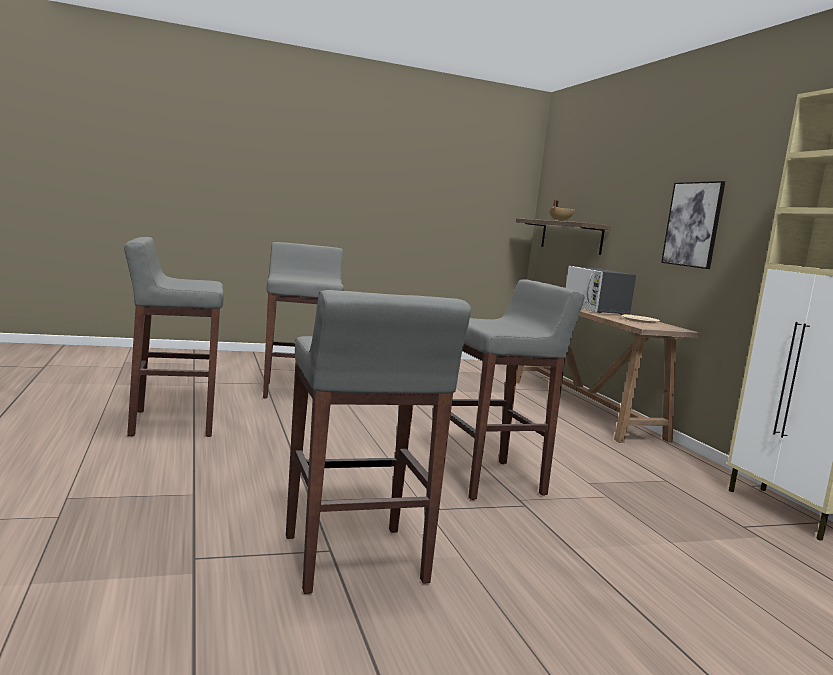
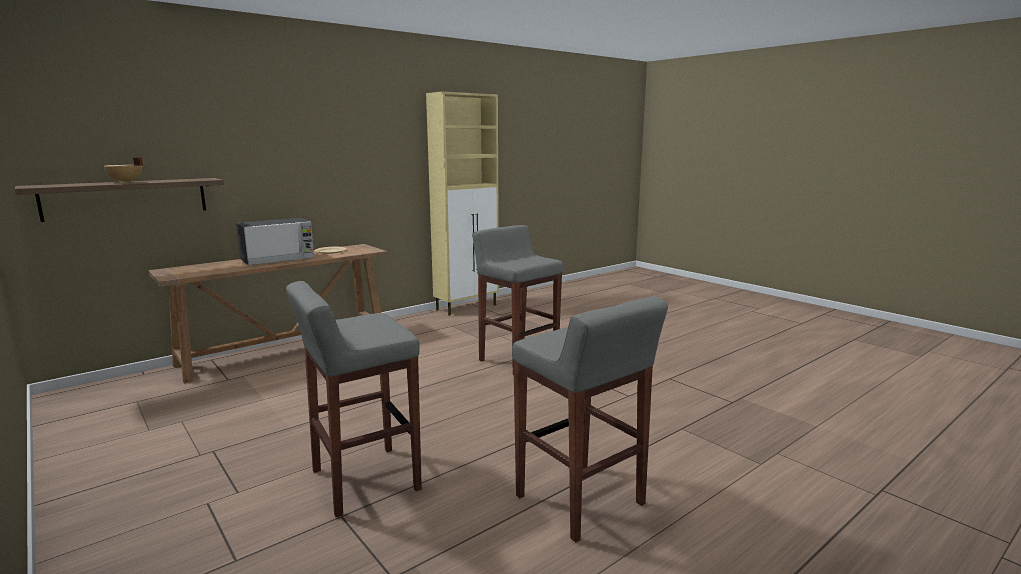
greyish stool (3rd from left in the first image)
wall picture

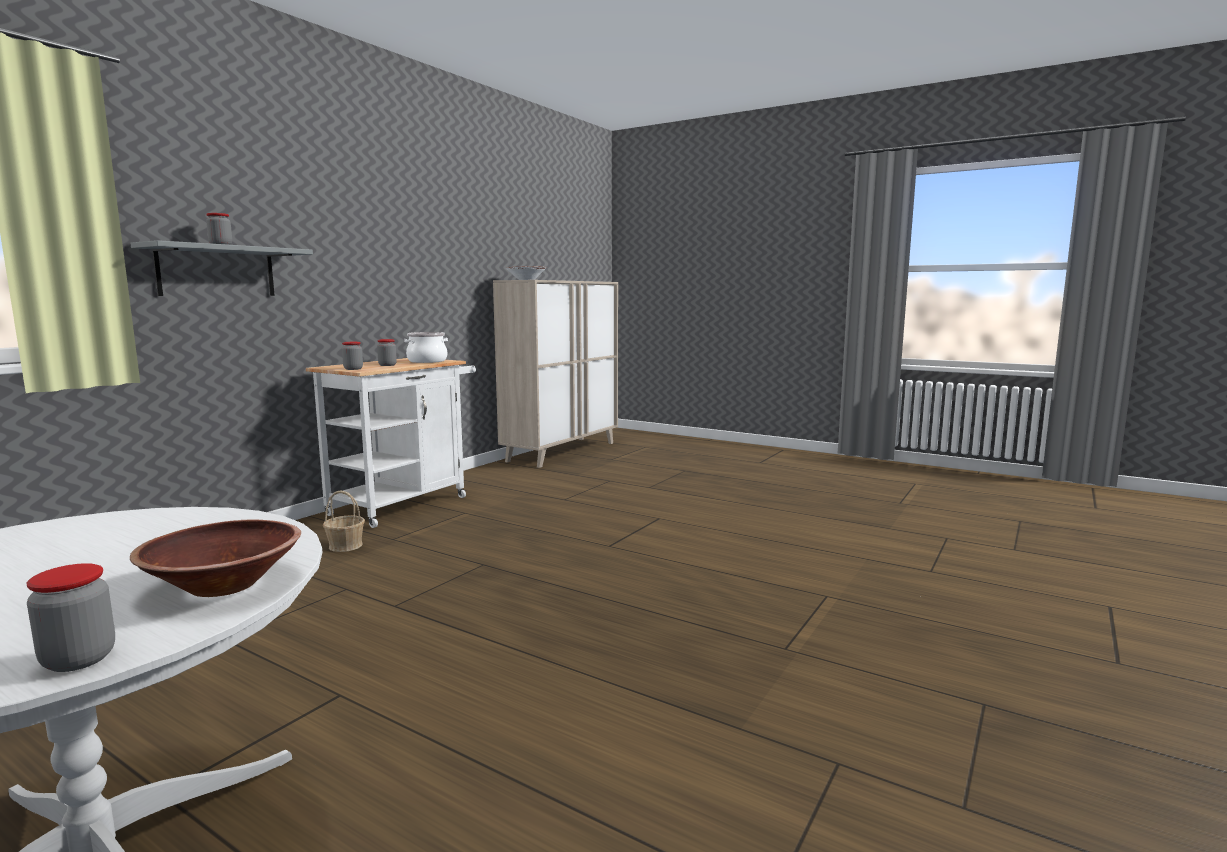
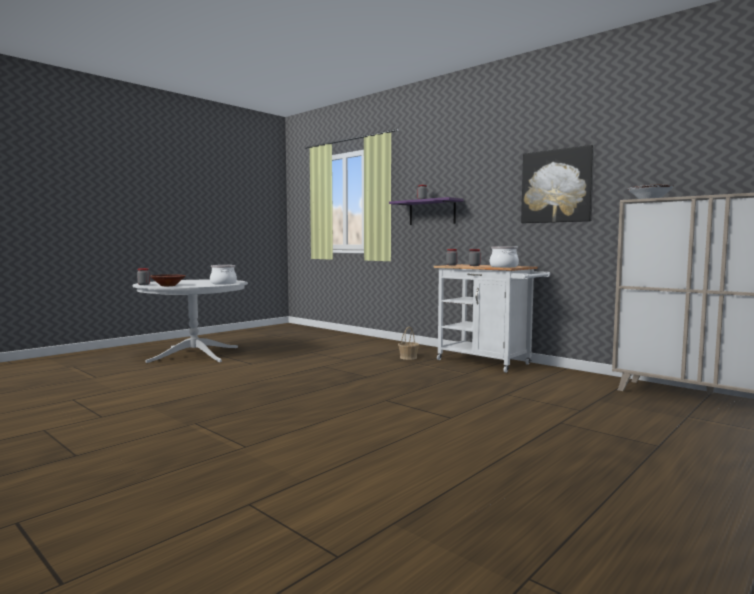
purple-coloured shelf
cooking pot (1st from left)
wall picture

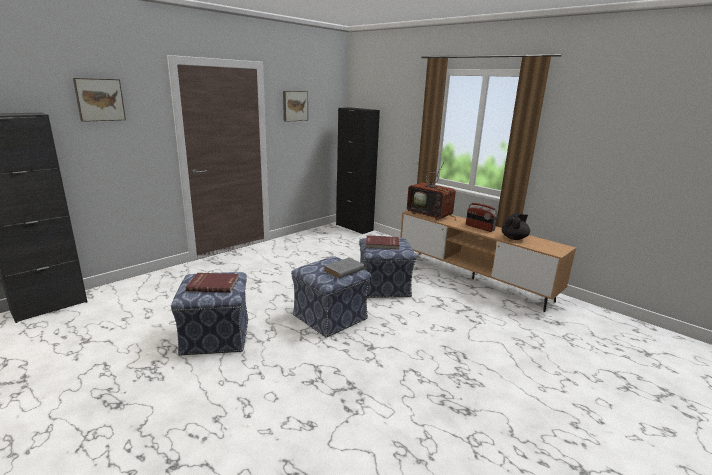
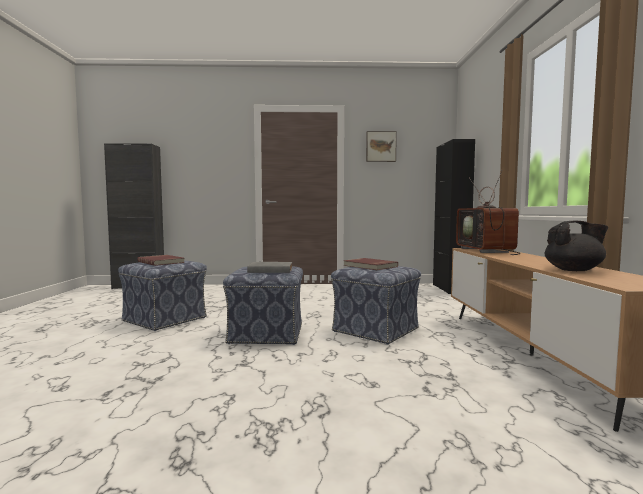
wall picture (1st from left in the first image)
radio

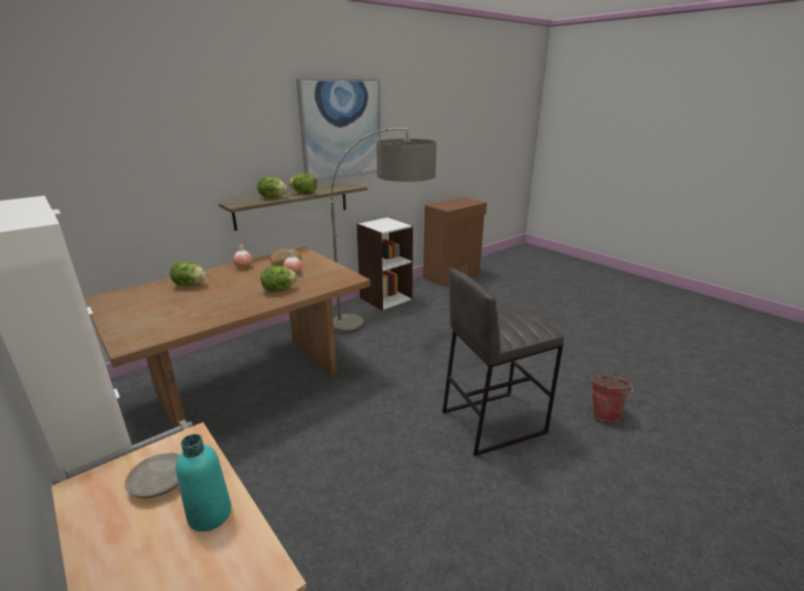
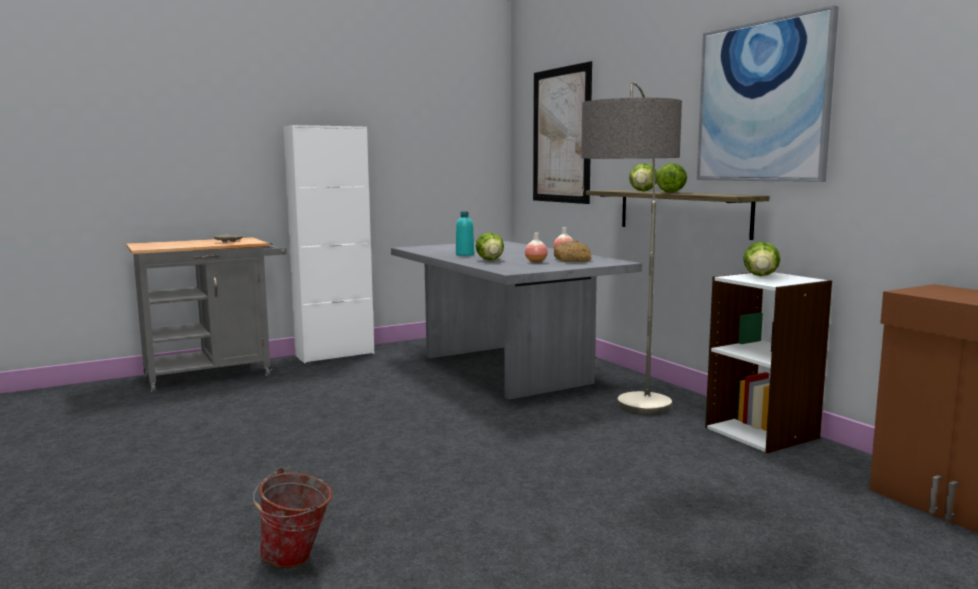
greyish dining table
head of lettuce (4th from left)
turquoise-coloured drink bottle
greyish stool
wall picture (1st from left)

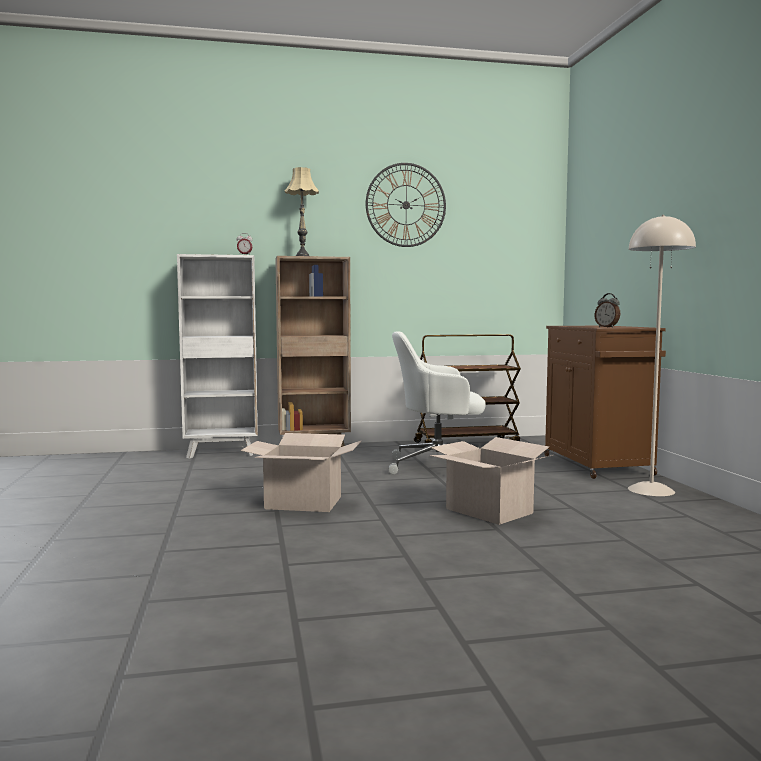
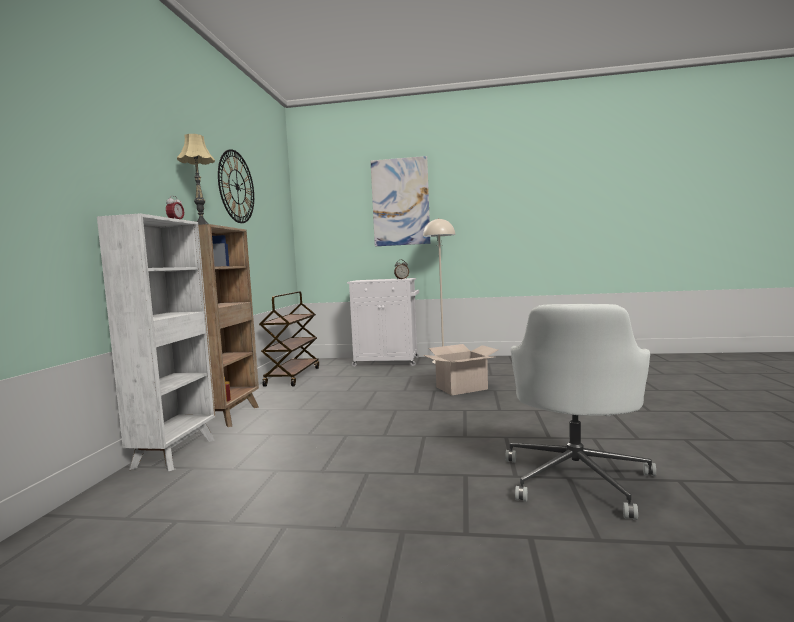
cardboard box (1st from left in the first image)
white office chair
white cabinet
wall picture

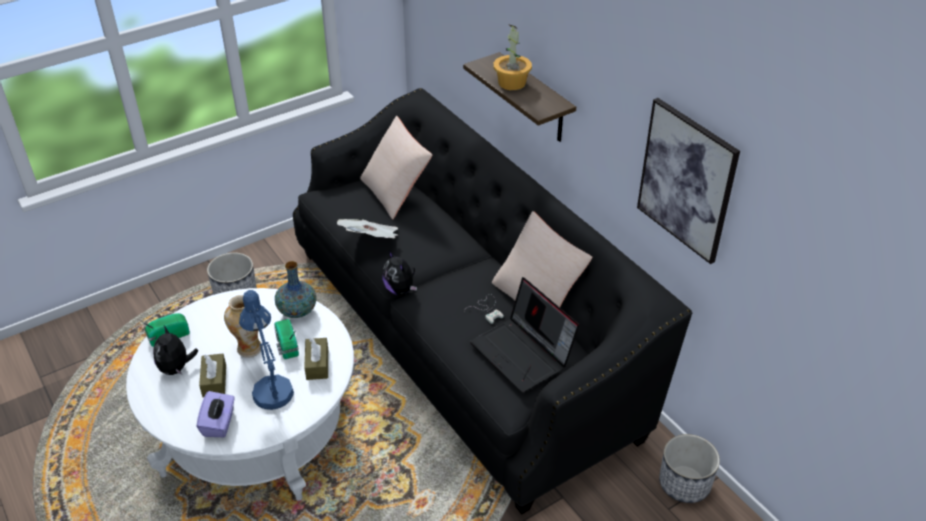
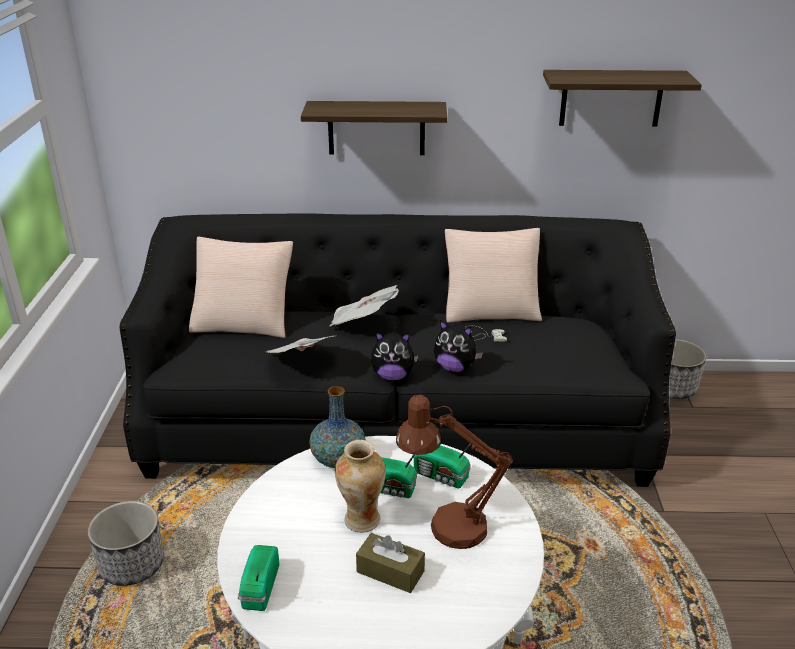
plush toy (2nd from left)
purple-coloured box of tissues
brownish lamp for a table
radio (3rd from left)
notebook computer
plant in a pot
shelf (2nd from left)
printed paper (2nd from left)

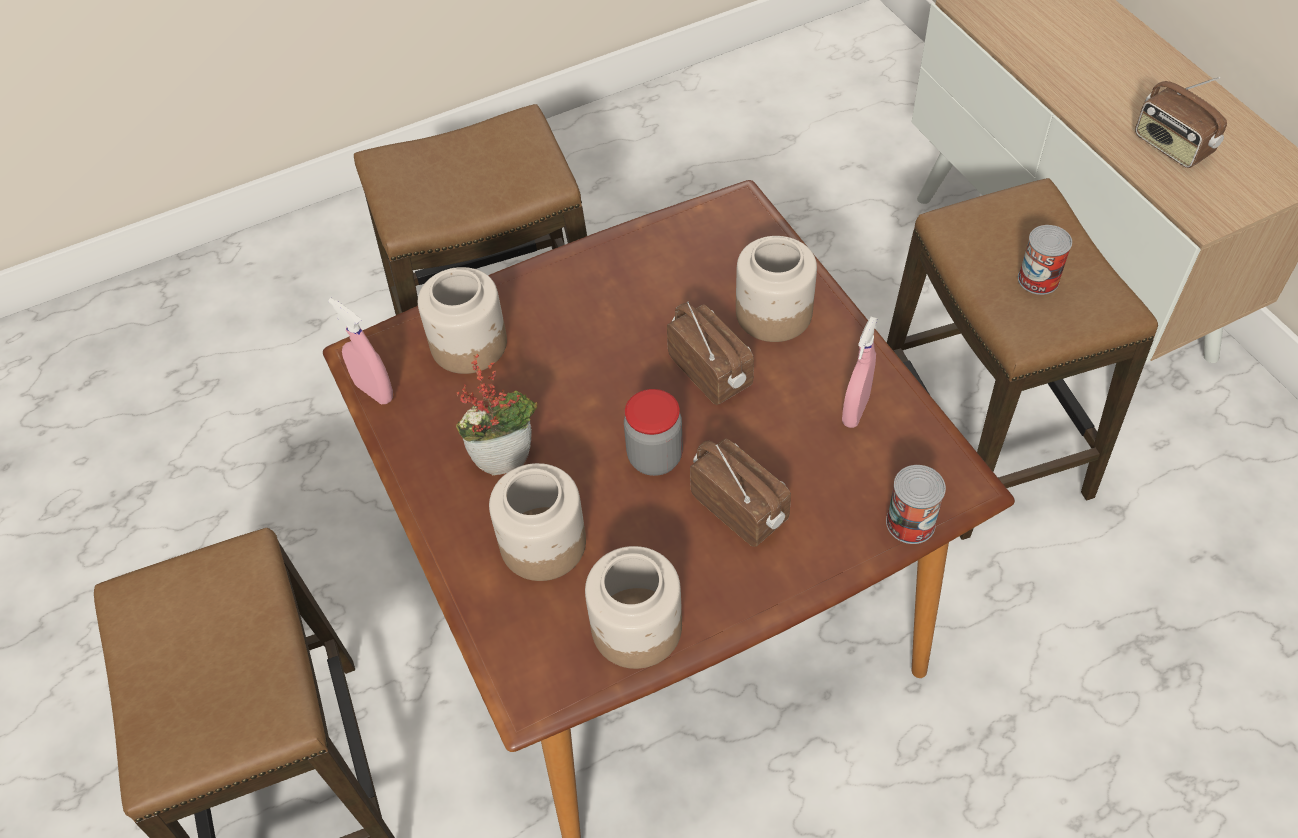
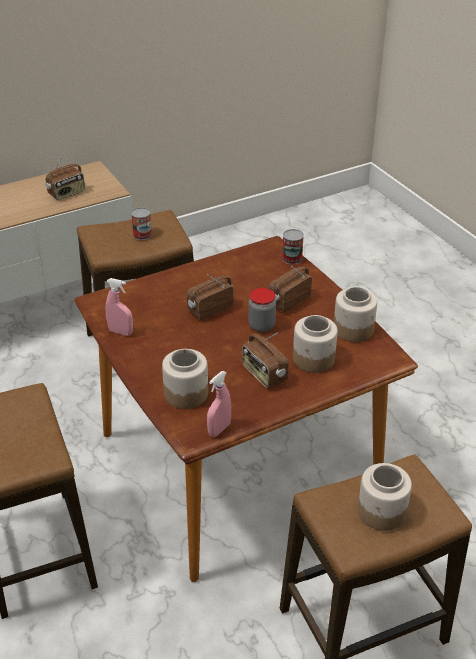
radio (3rd from left)
jar (5th from left)
pinkish sprayer (1st from left)

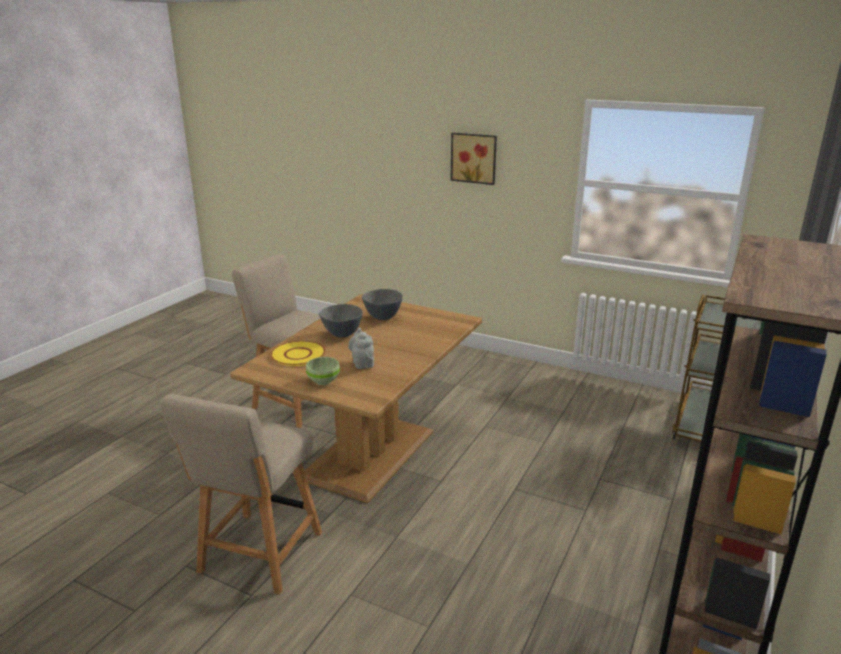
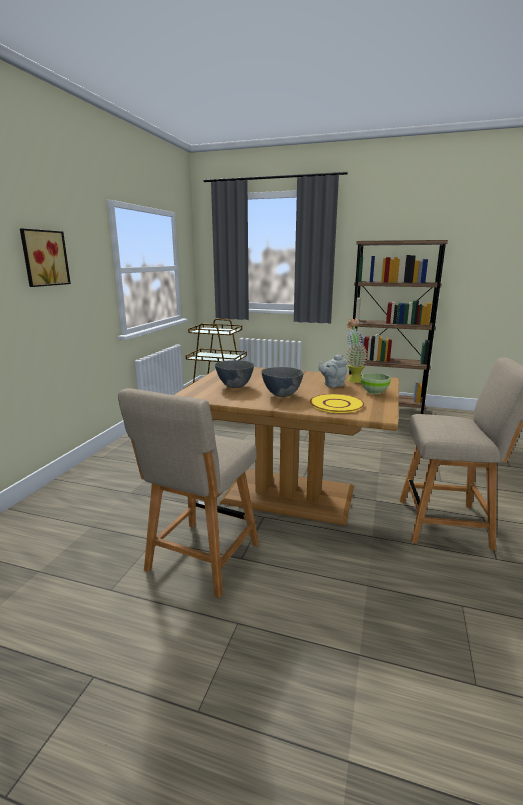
plant in a pot

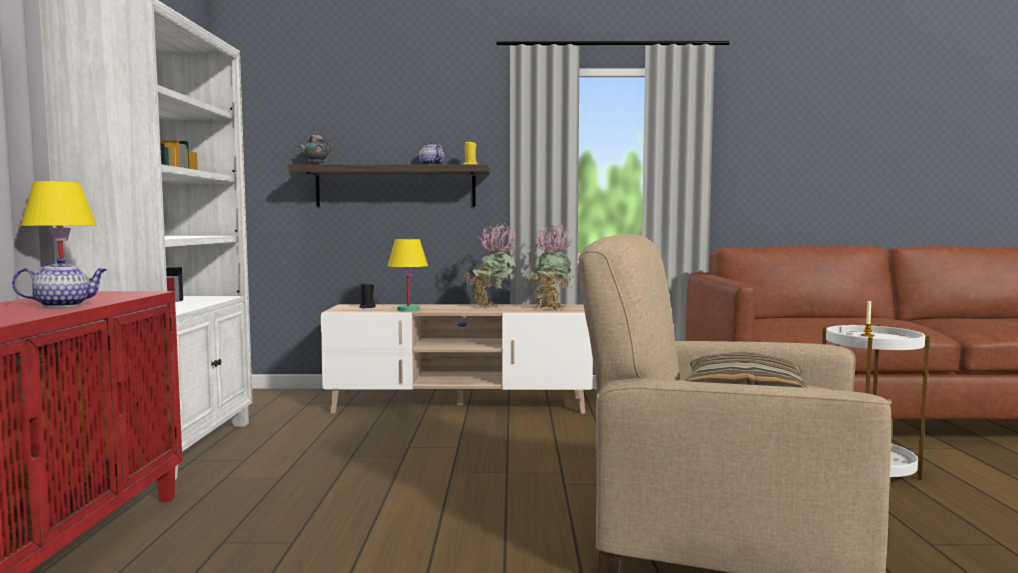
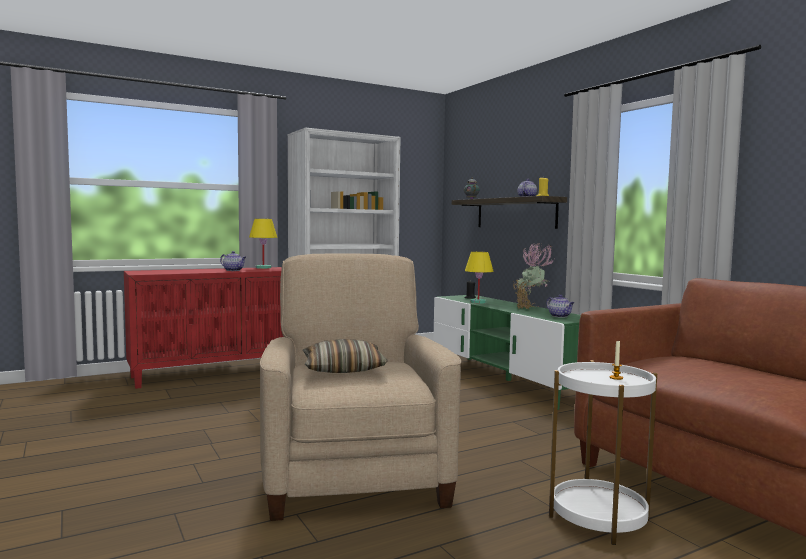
green tv stand
pot for tea (4th from left)

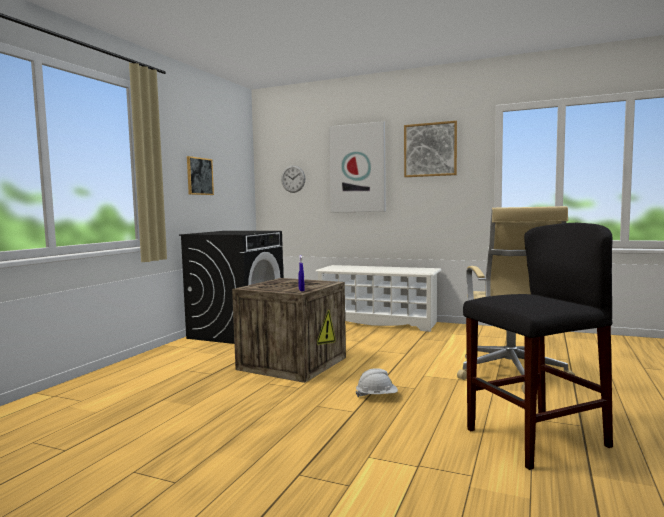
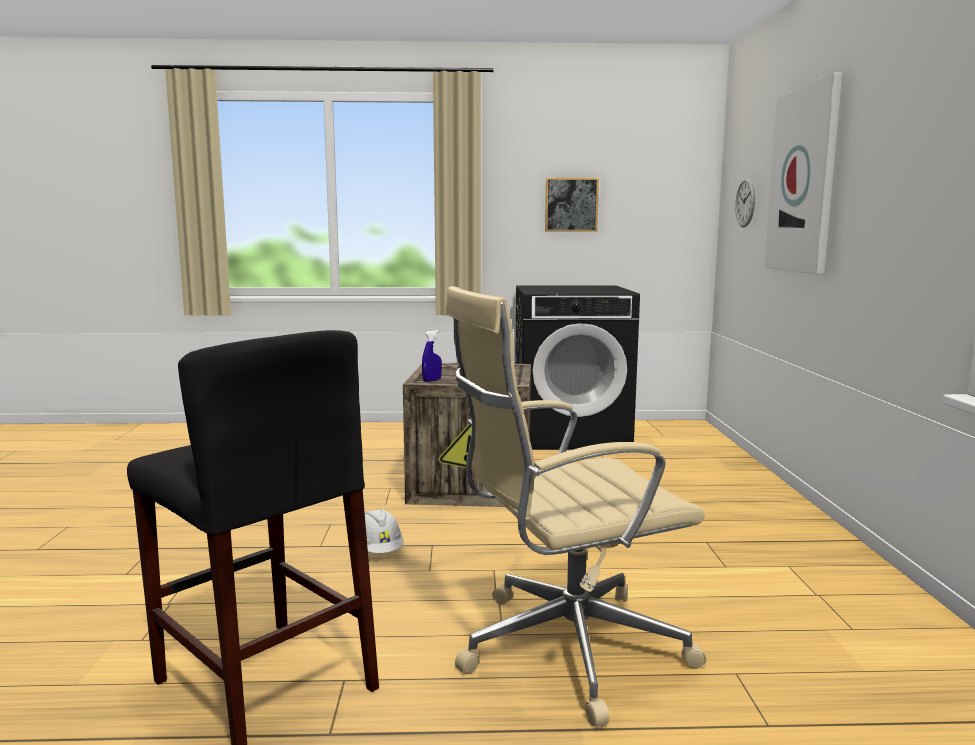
white shoe shelf
wall picture (3rd from left in the first image)

